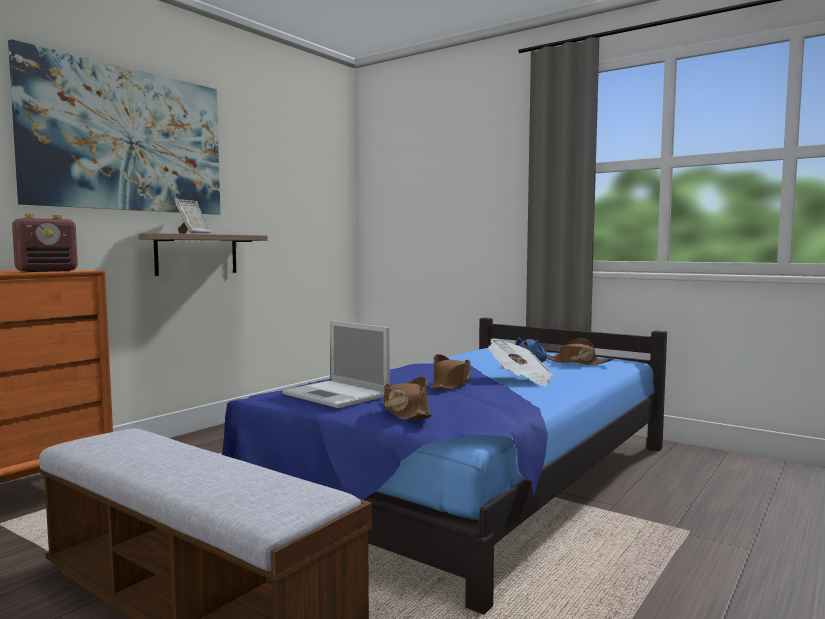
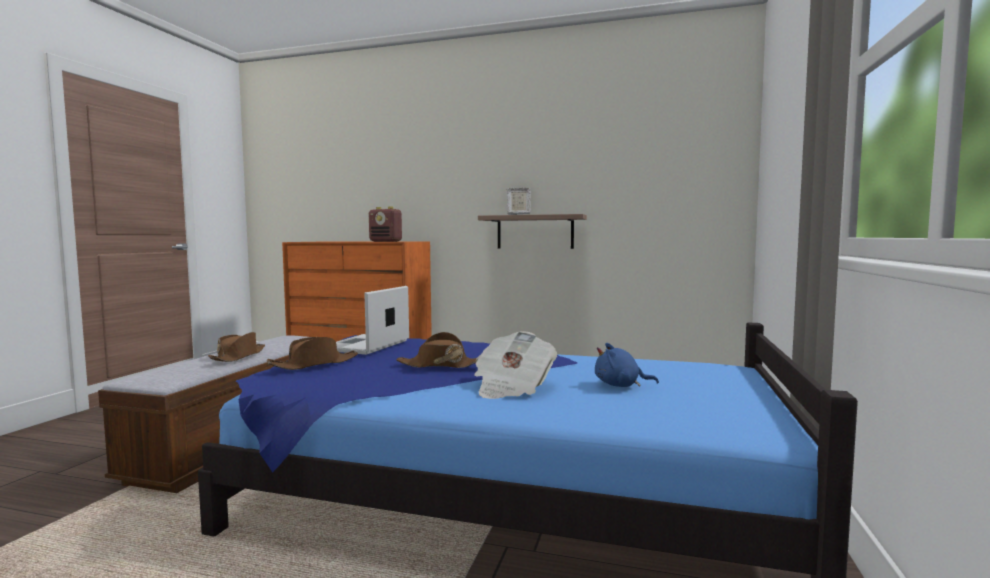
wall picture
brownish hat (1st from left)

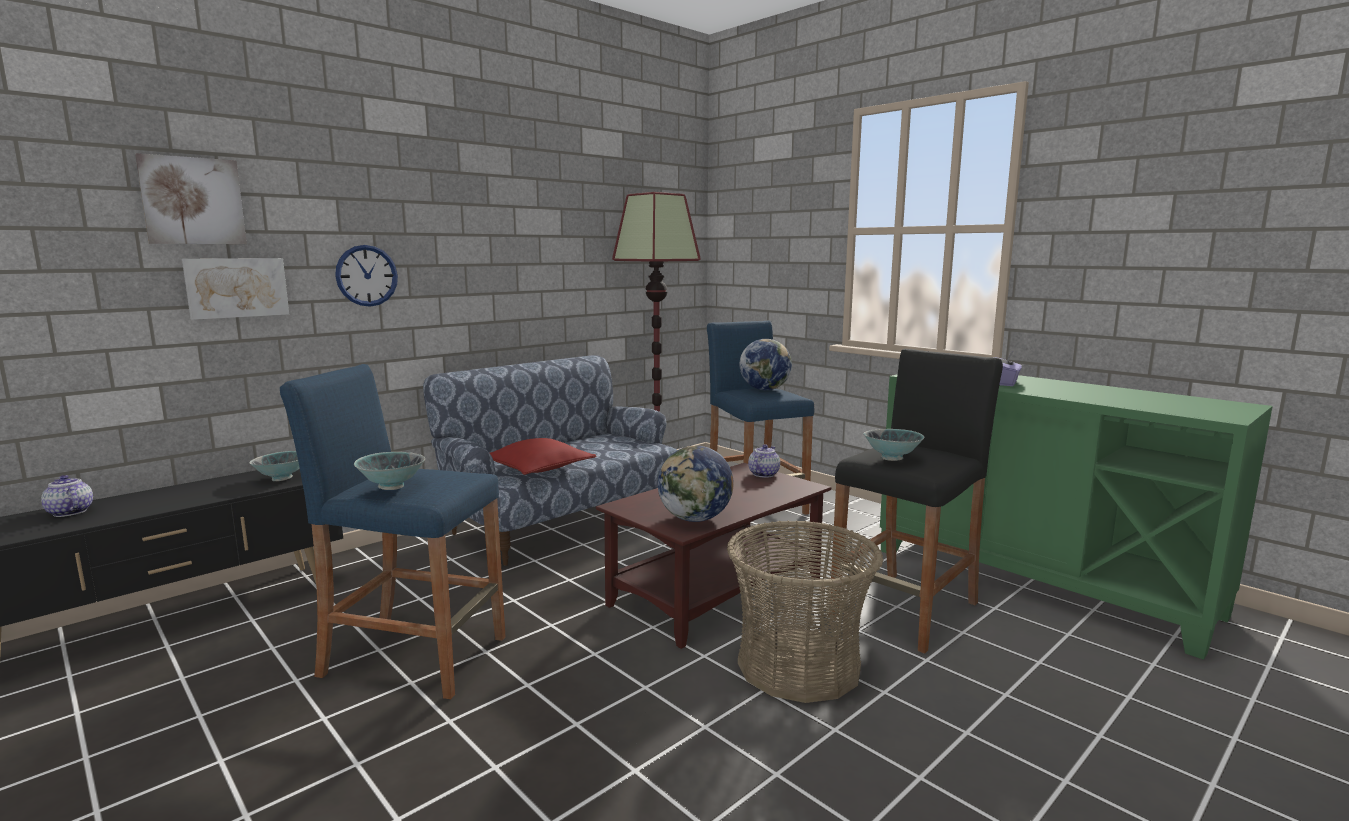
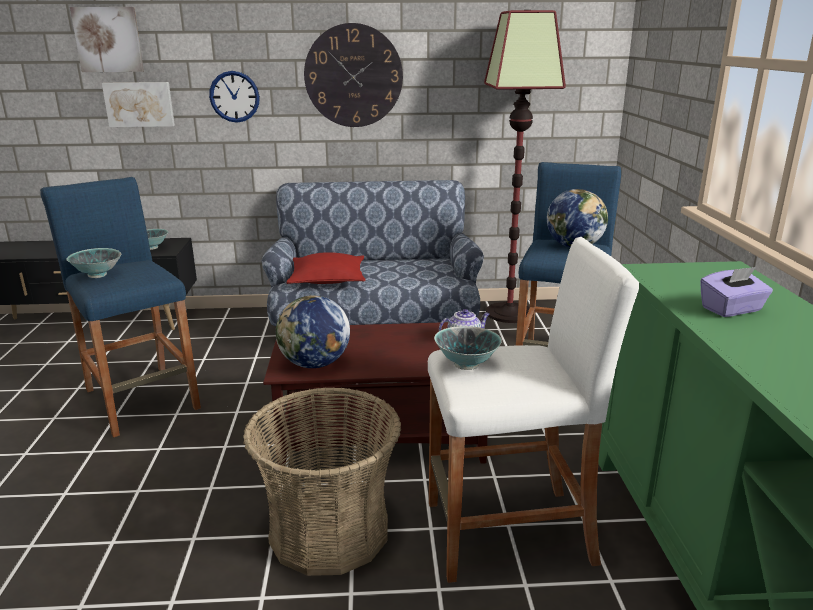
pot for tea (1st from left in the first image)
white stool
hanging clock (2nd from left)

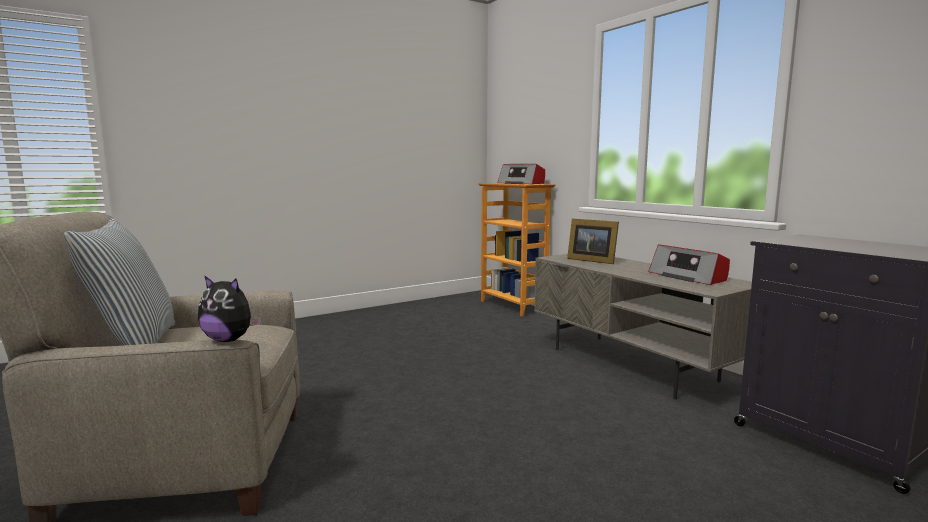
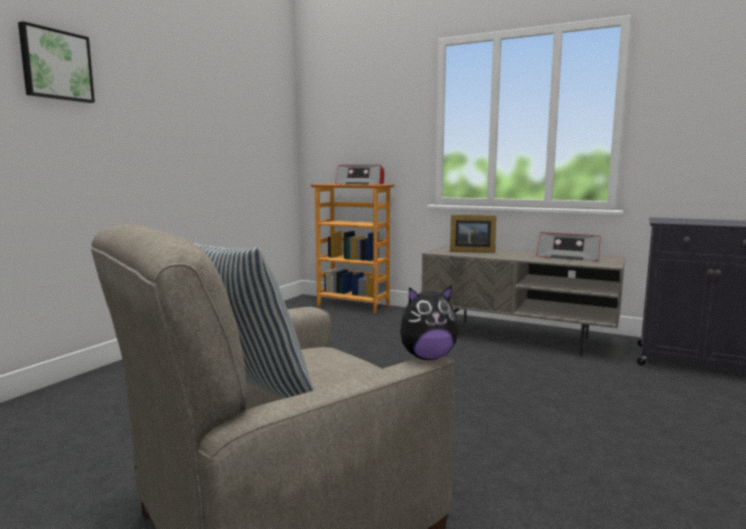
wall picture

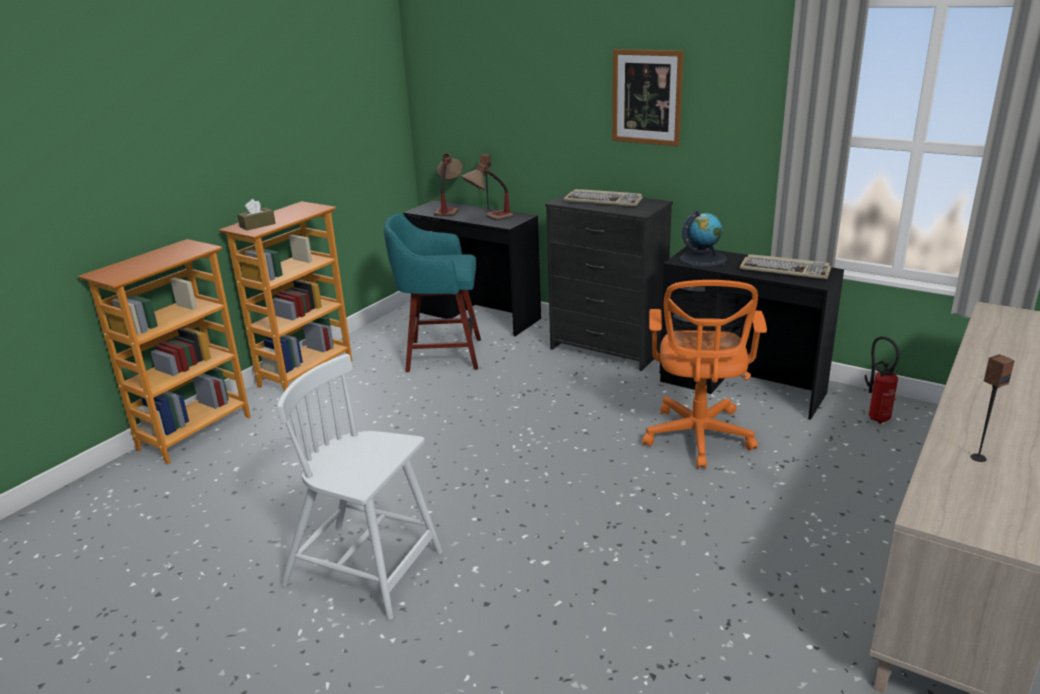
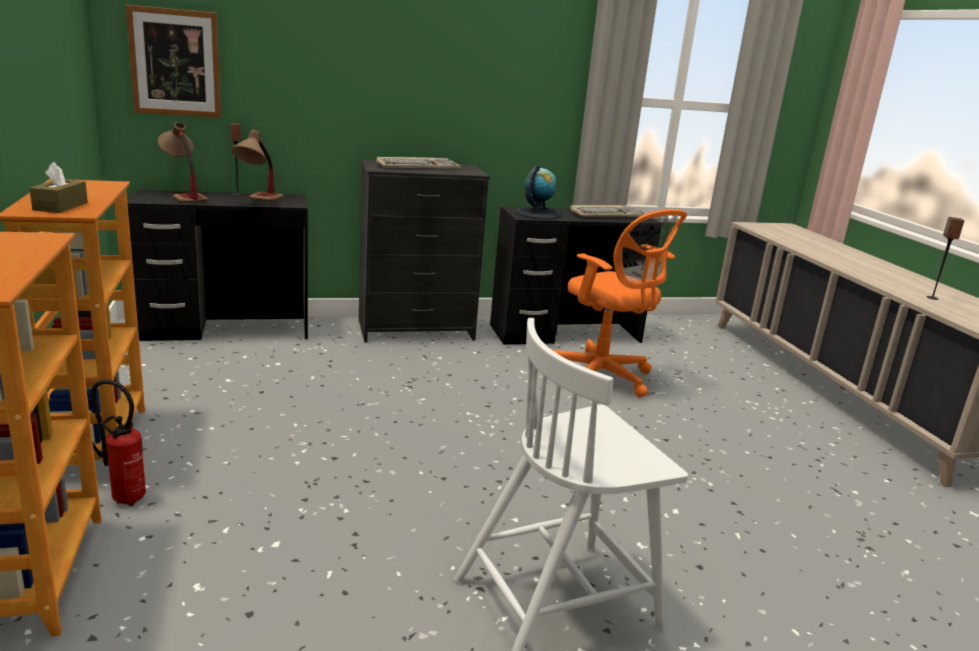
turquoise-coloured stool
wall picture
fire extinguisher

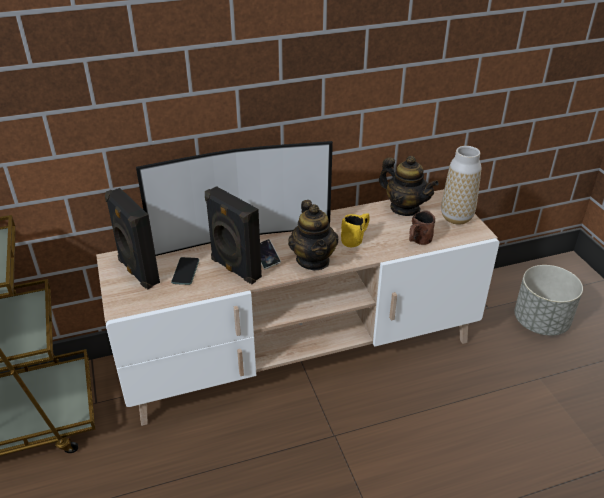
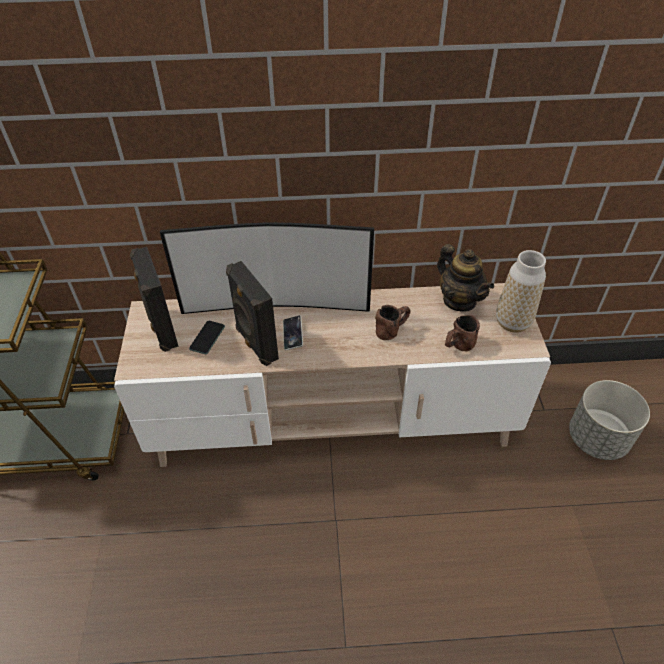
pot for tea (1st from left in the first image)
brownish coffee mug (1st from left)

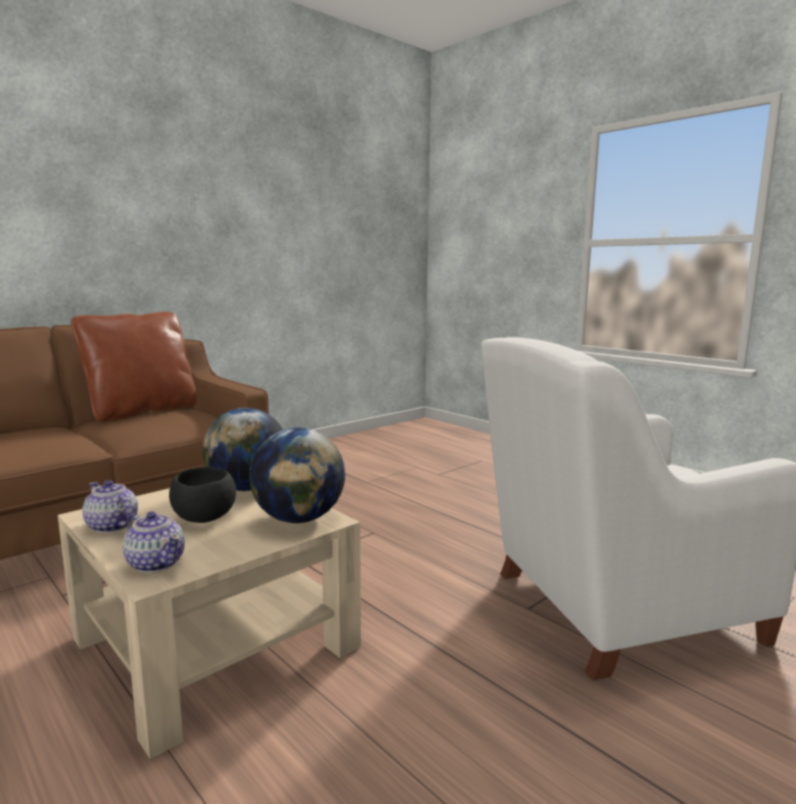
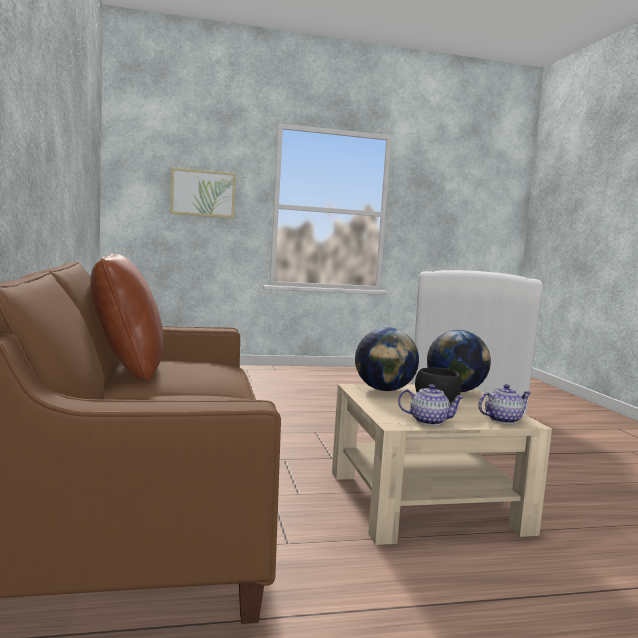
pot for tea (1st from left)
wall picture

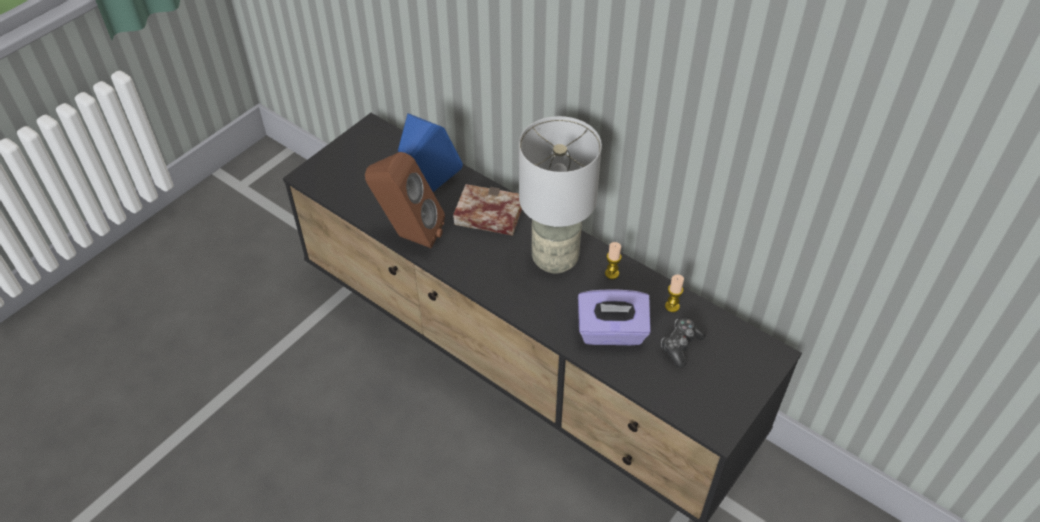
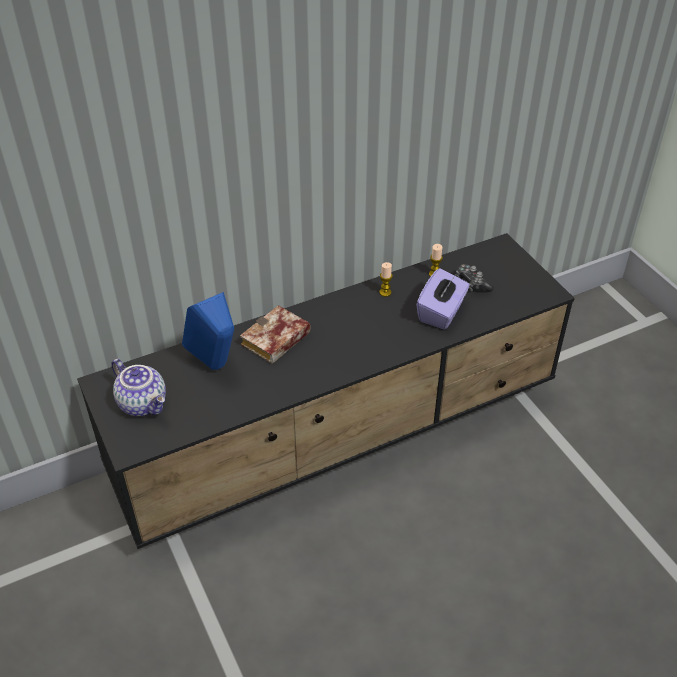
brownish loudspeaker
greyish lamp for a table
pot for tea

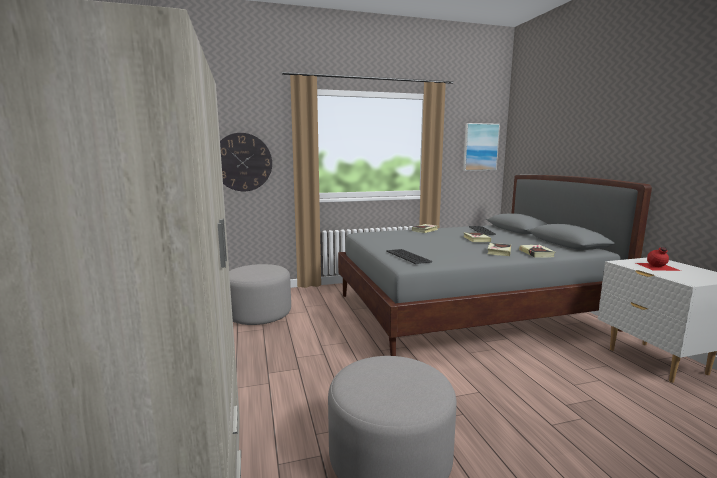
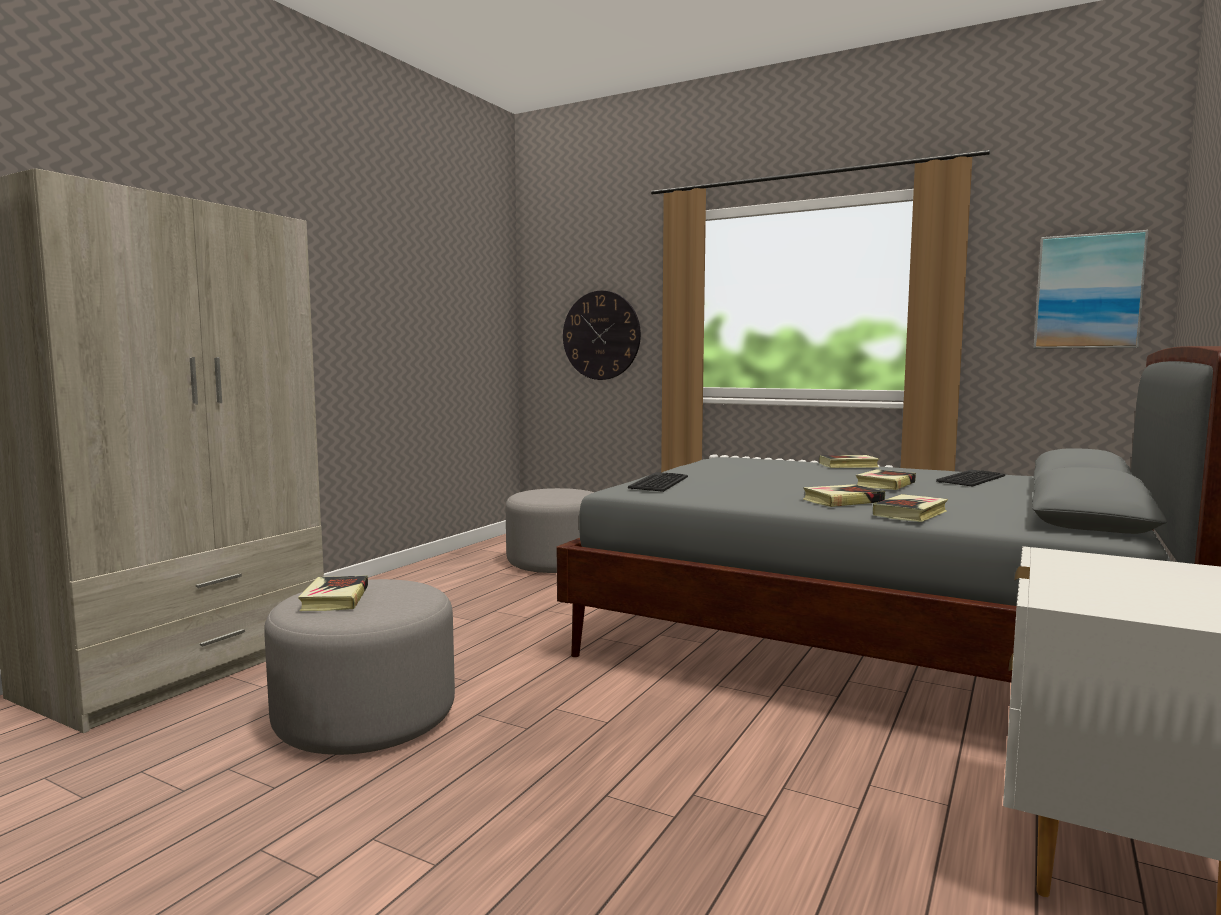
red-coloured drink bottle
bound book (1st from left)

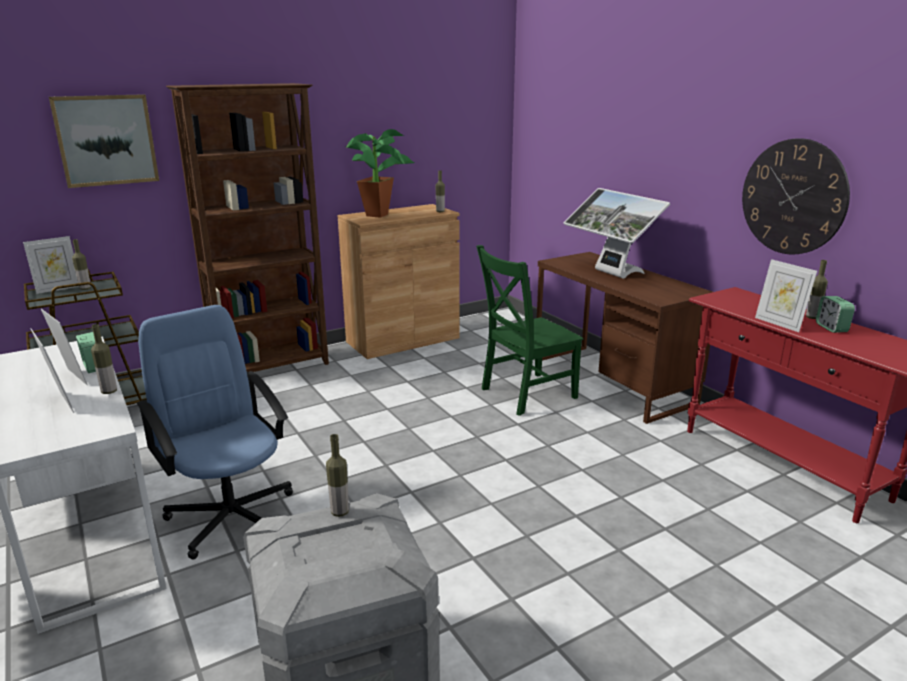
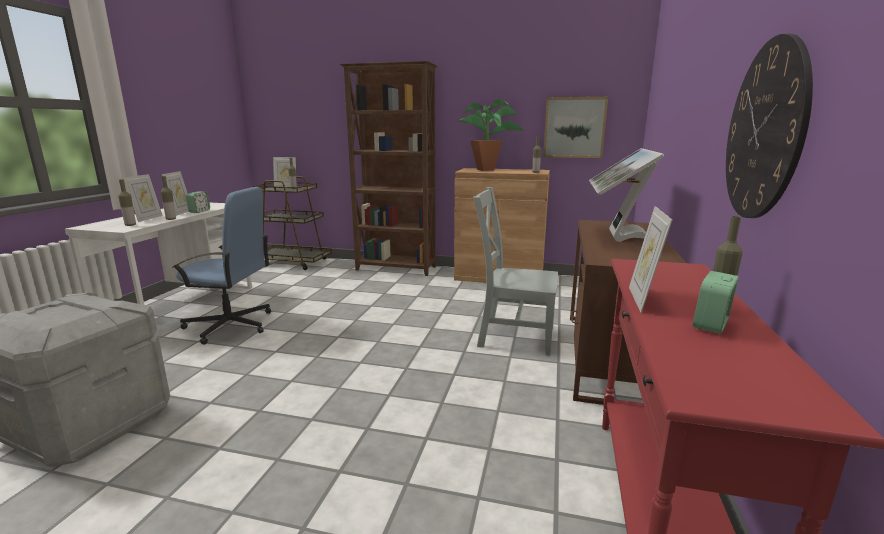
wall picture
blue-coloured office chair
drink bottle (1st from left)
greyish plain chair

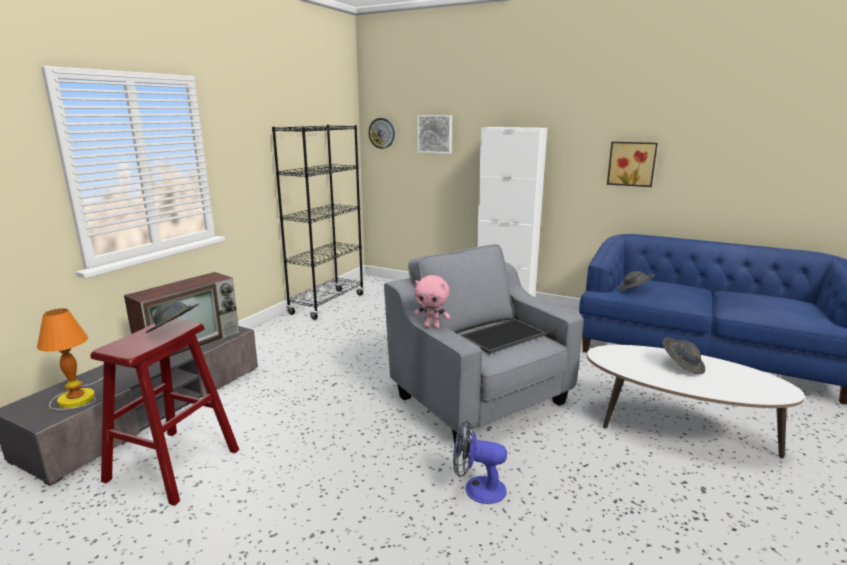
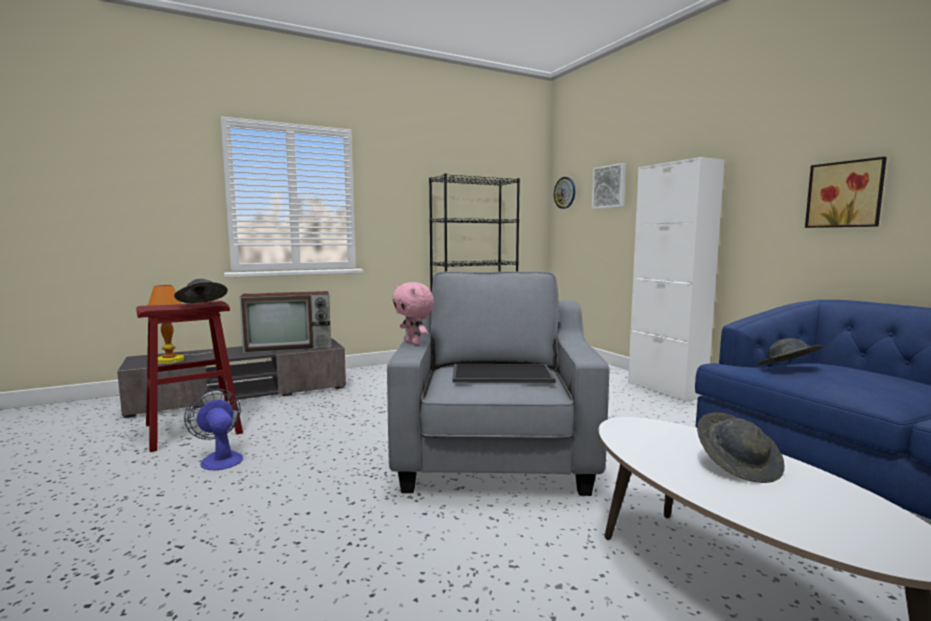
cooling fan

